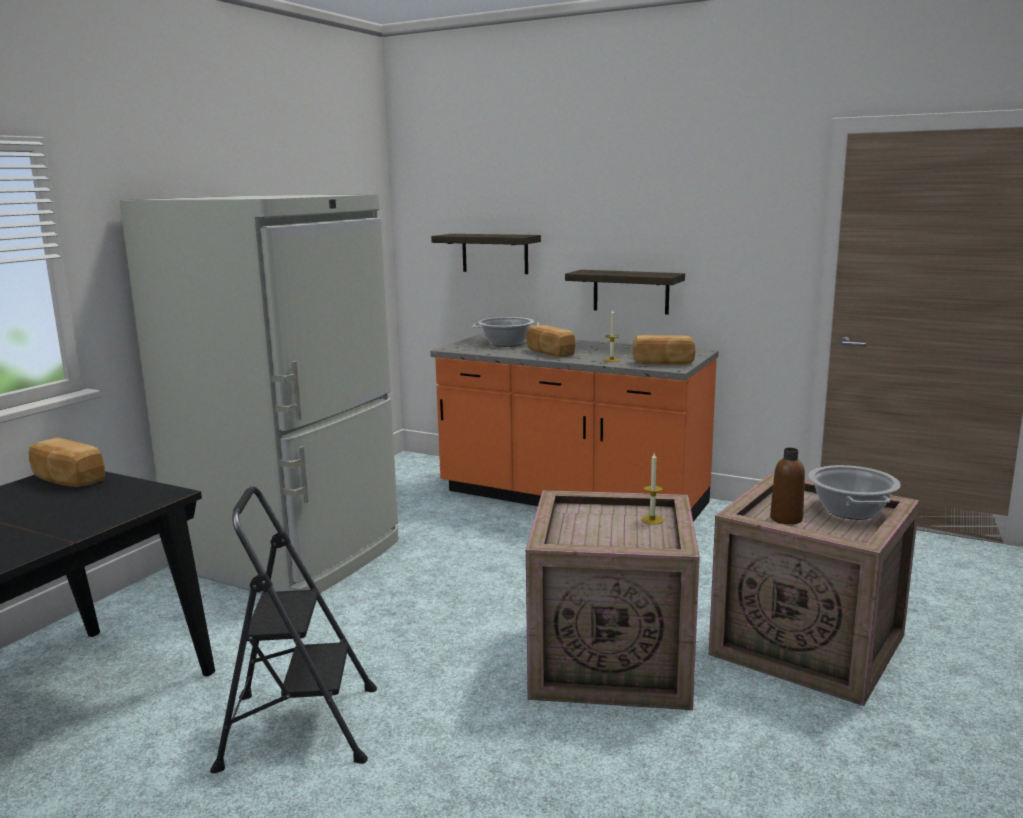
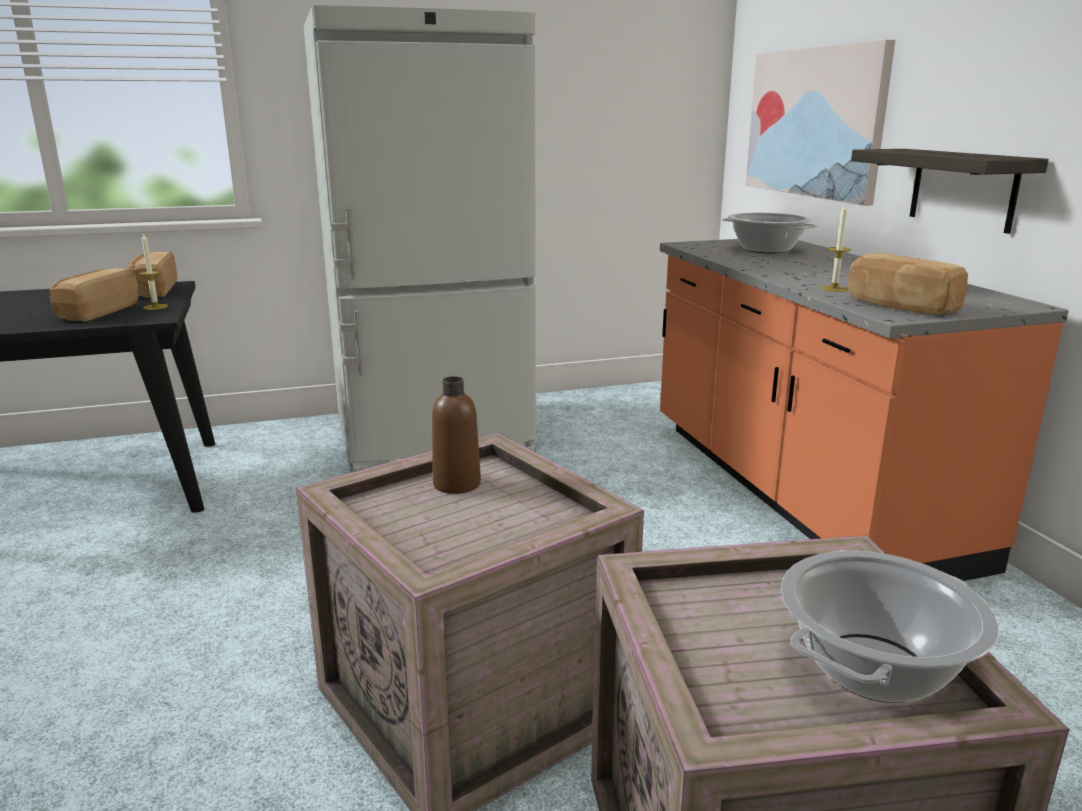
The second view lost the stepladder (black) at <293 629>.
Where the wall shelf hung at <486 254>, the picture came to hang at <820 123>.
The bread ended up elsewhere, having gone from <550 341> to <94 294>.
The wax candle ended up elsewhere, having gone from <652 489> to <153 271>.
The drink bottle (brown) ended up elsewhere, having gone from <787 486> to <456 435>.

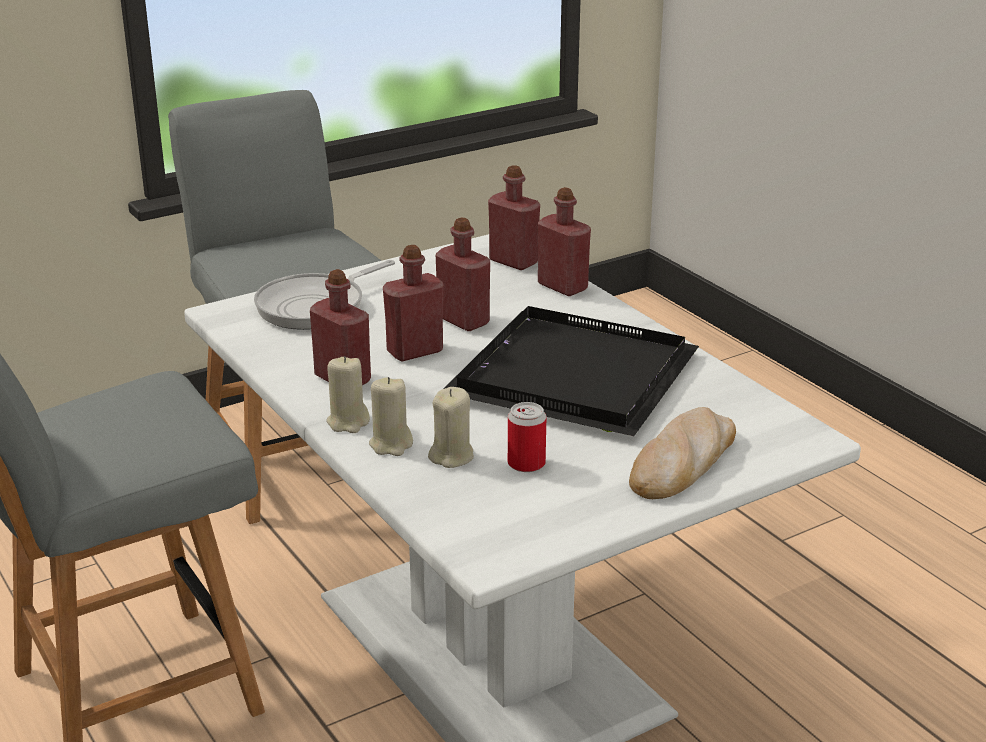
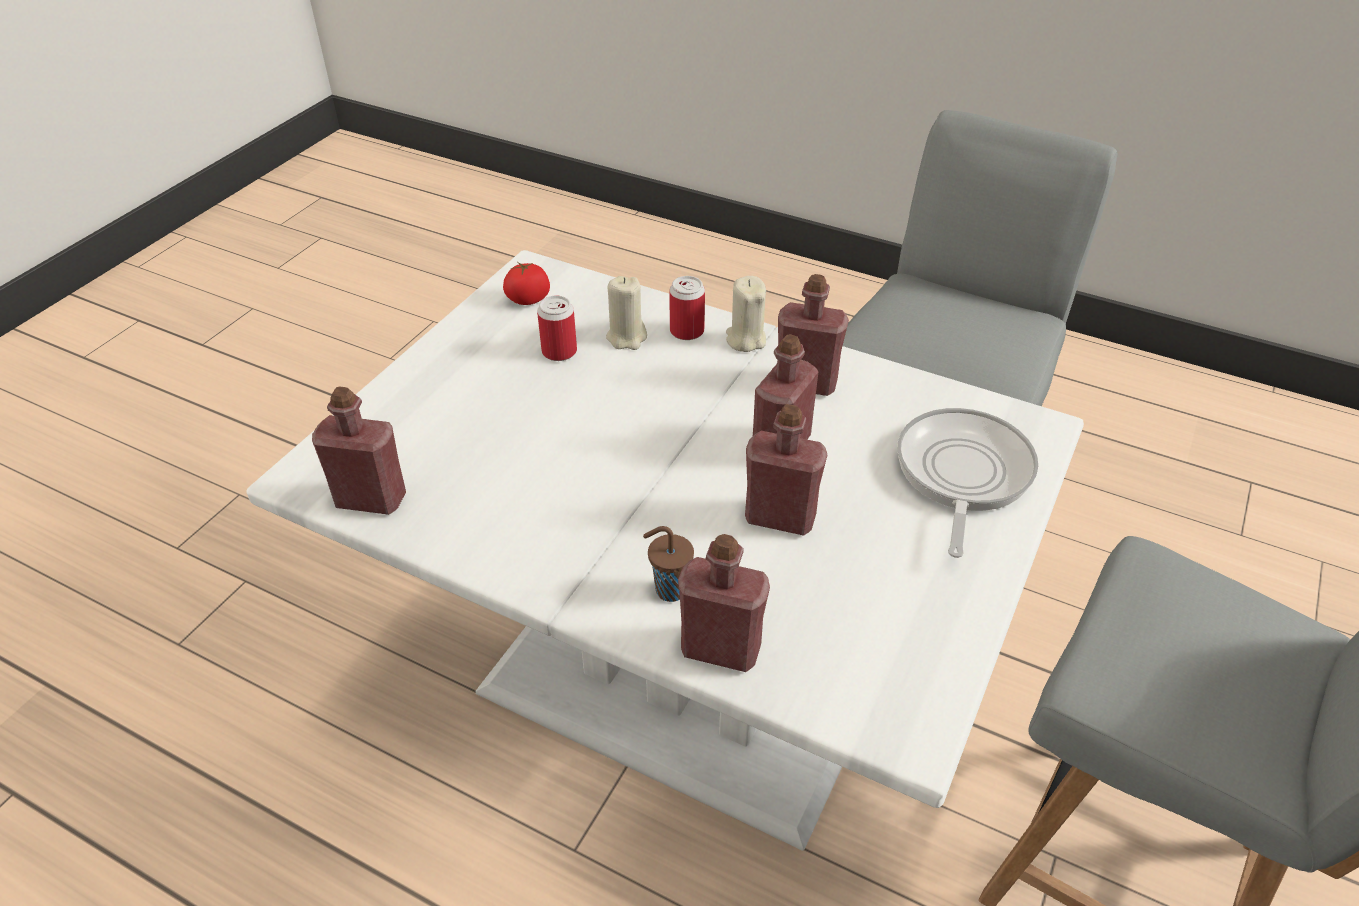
Where the wax candle (beige-coloured) stood at <391 416>, the can came to stand at <687 308>.
The second view lost the carrying tray (black) at <571 371>.
The drink bottle (red) ended up elsewhere, having gone from <514 217> to <359 450>.
The second view lost the bread at <682 453>.
The second view gained the tomato at <526 283>.
The second view gained the cup (brown) at <668 564>.

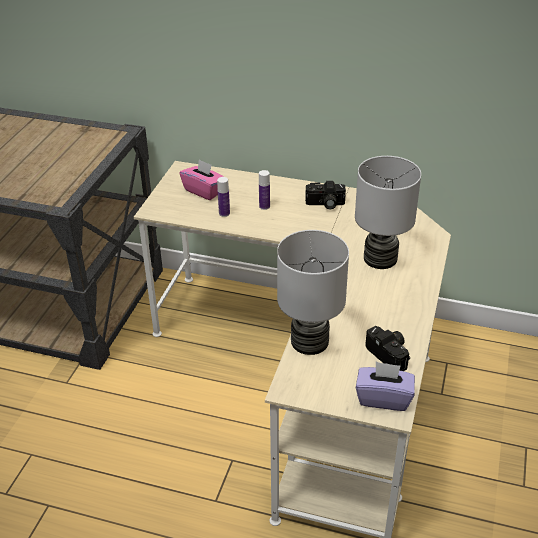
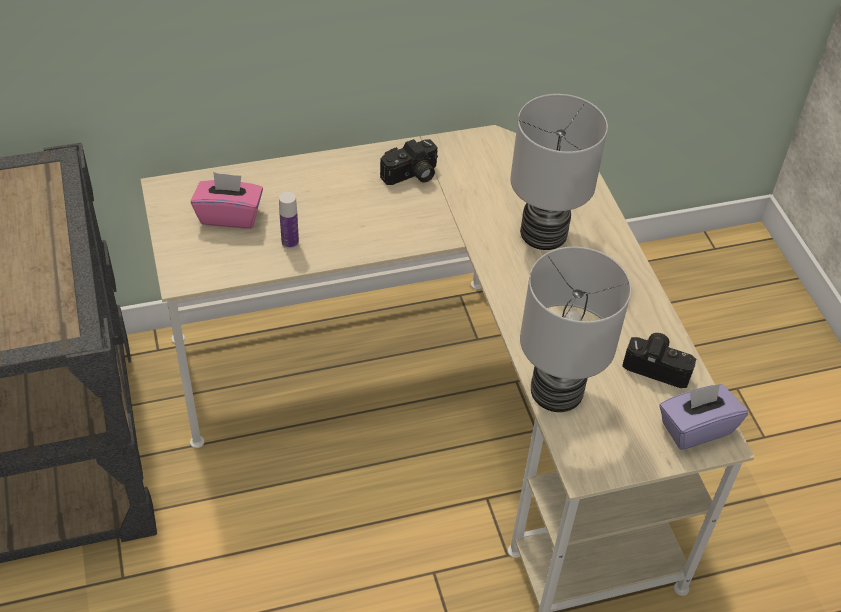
The second view lost the drink bottle at <264 190>.

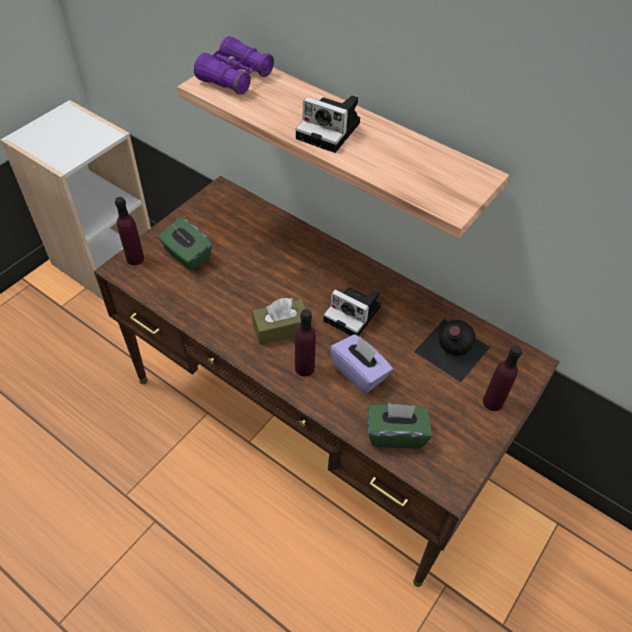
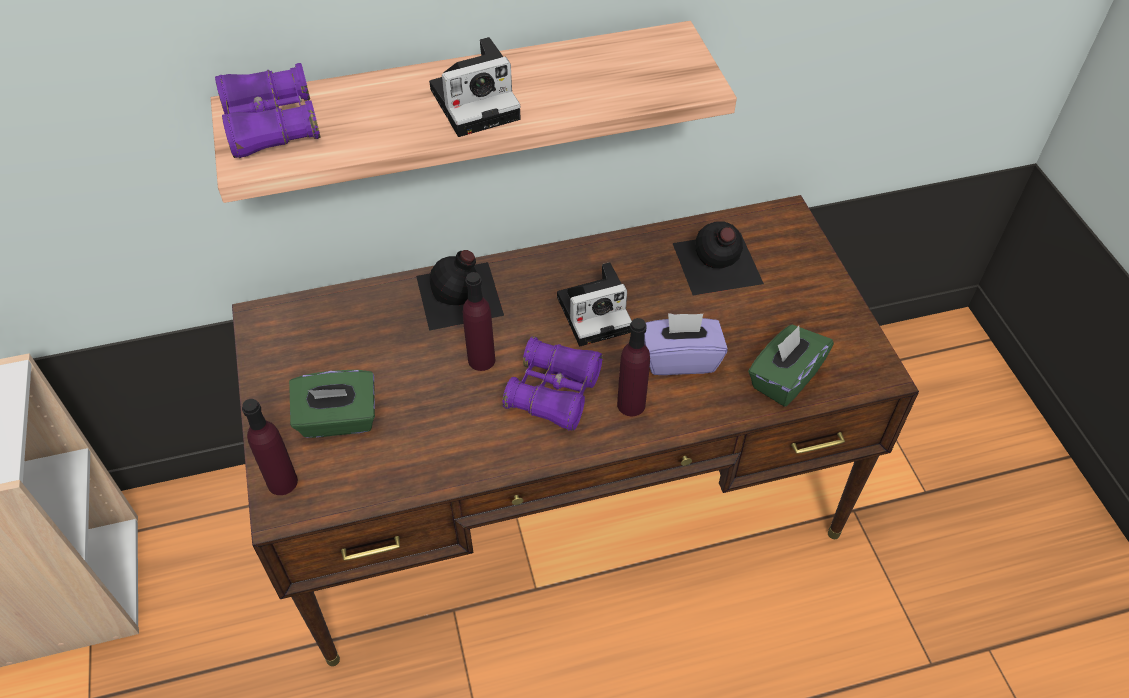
Where the tissue holder (brown) stood at <279 321>, the pair of binoculars (purple) came to stand at <552 383>.
The drink bottle (purple) ended up elsewhere, having gone from <502 378> to <479 321>.
The second view gained the drink bottle (black) at <460 290>.

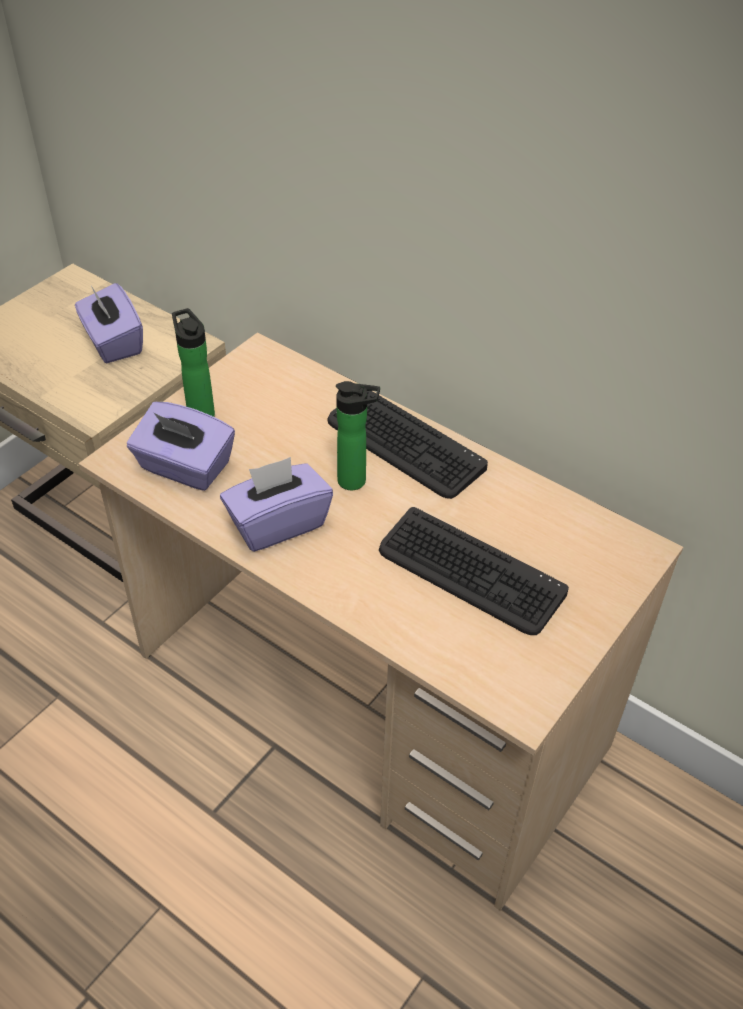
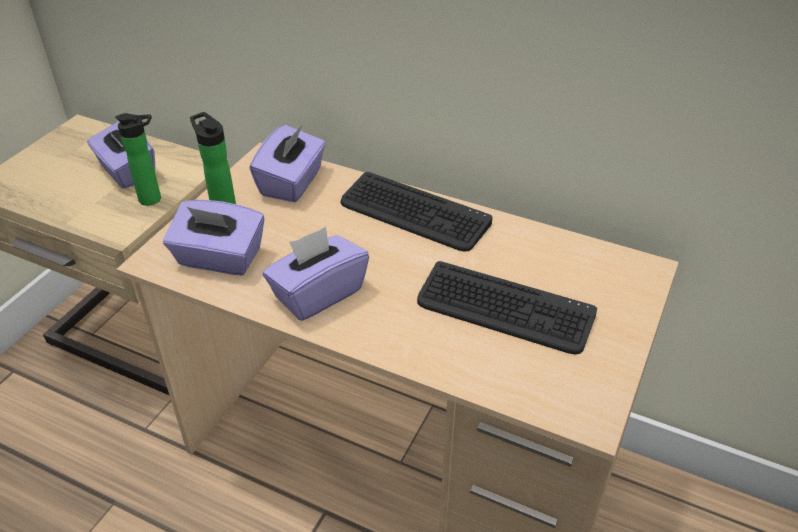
The drink bottle ended up elsewhere, having gone from <358 435> to <138 159>.
The second view gained the tissue holder (purple) at <287 163>.

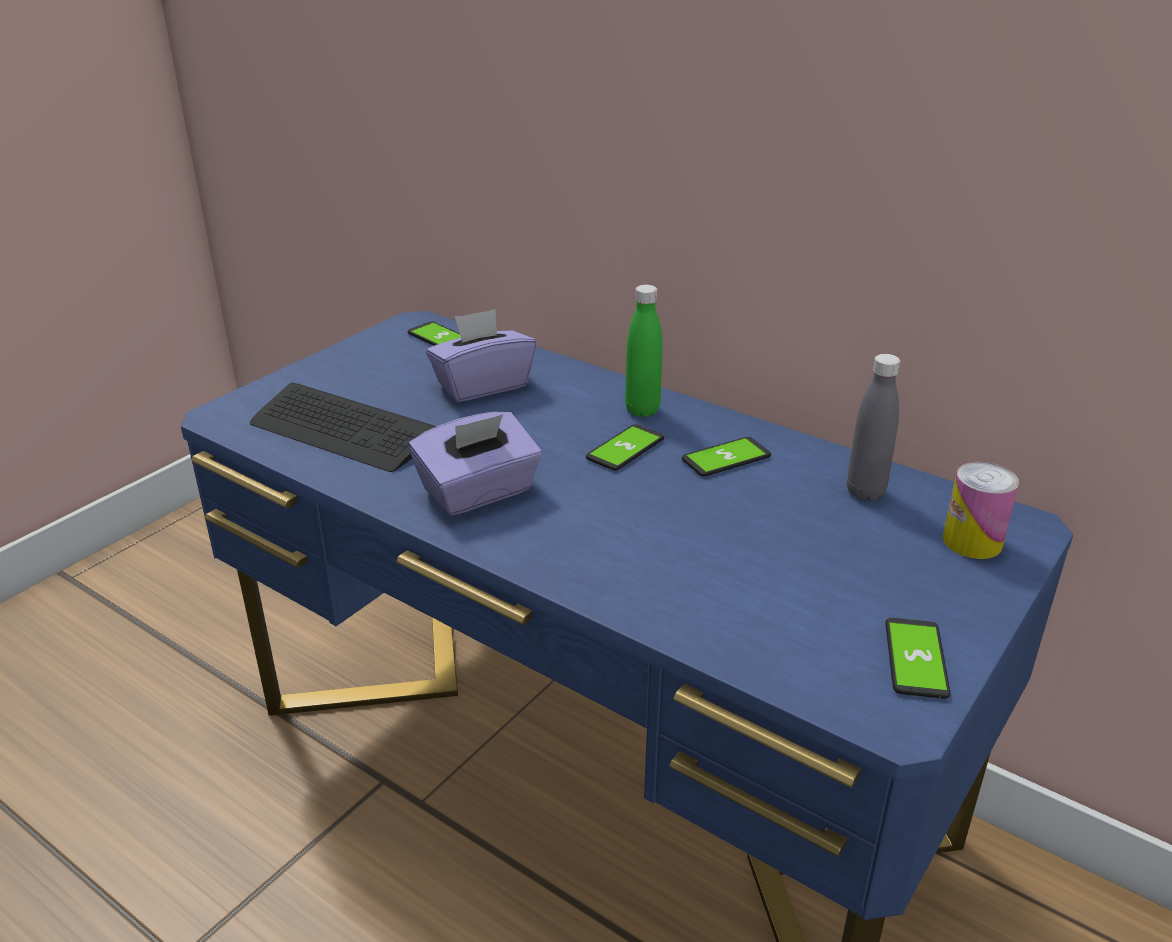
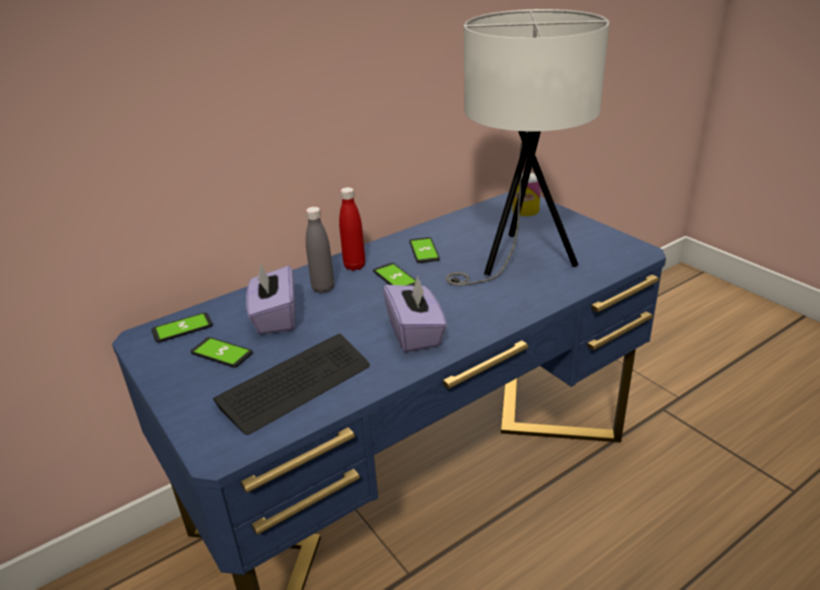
What was the drink bottle (green-coloured) at <643 351> turned into the drink bottle (red) at <352 229>.
The drink bottle (greyish) ended up elsewhere, having gone from <873 427> to <320 250>.
The telephone ended up elsewhere, having gone from <918 658> to <222 352>.
The second view gained the lamp for a table (white) at <527 147>.

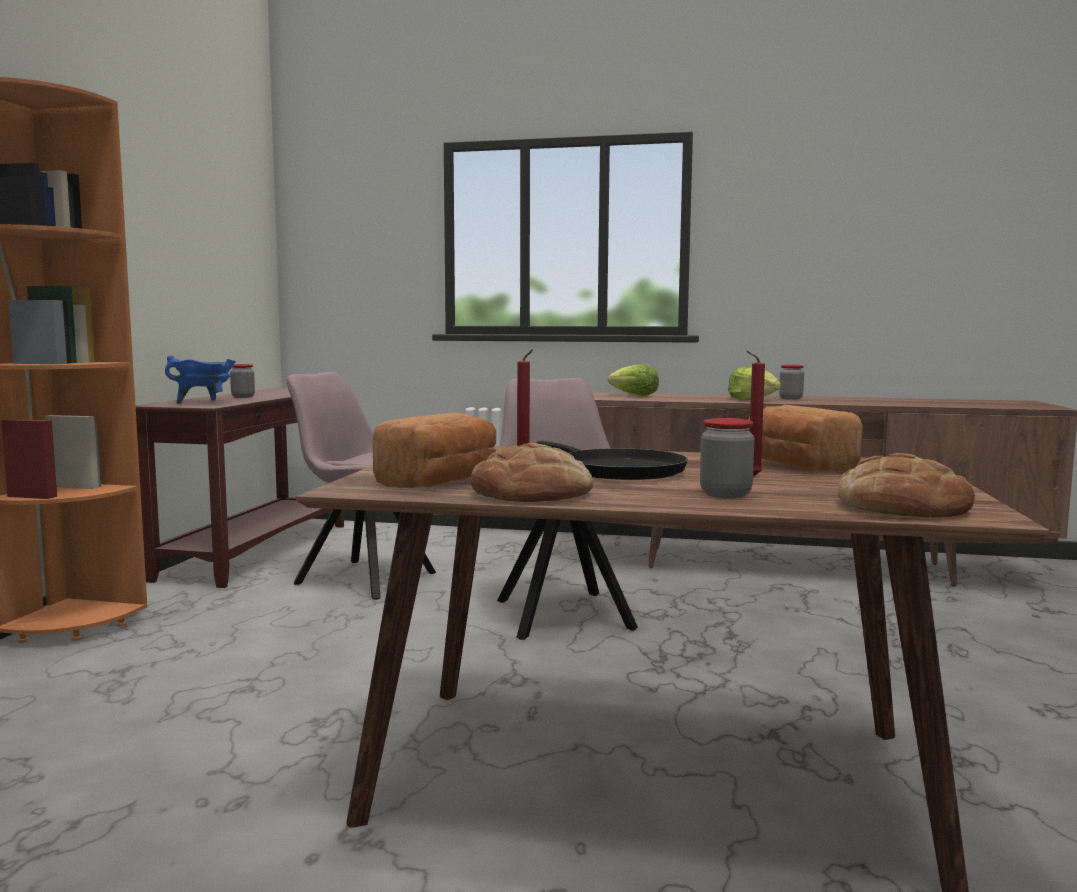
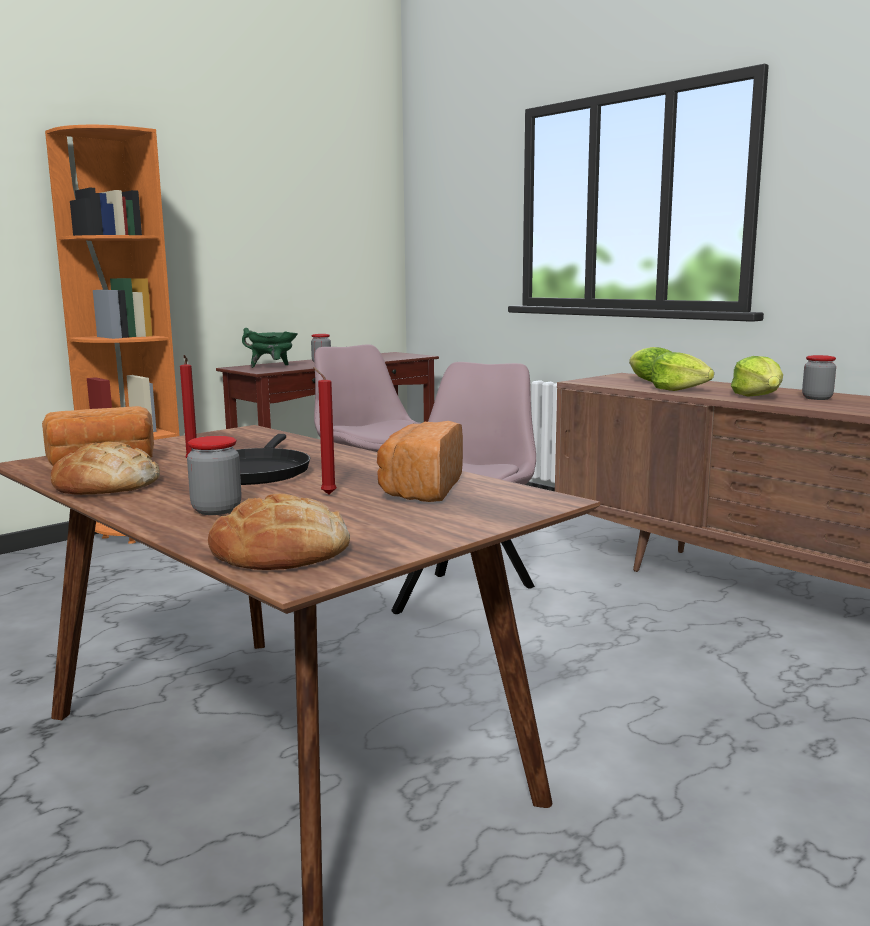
What was the stockpot (blue-coloured) at <200 379> turned into the stockpot (green-coloured) at <270 348>.
The second view gained the lettuce head at <682 371>.

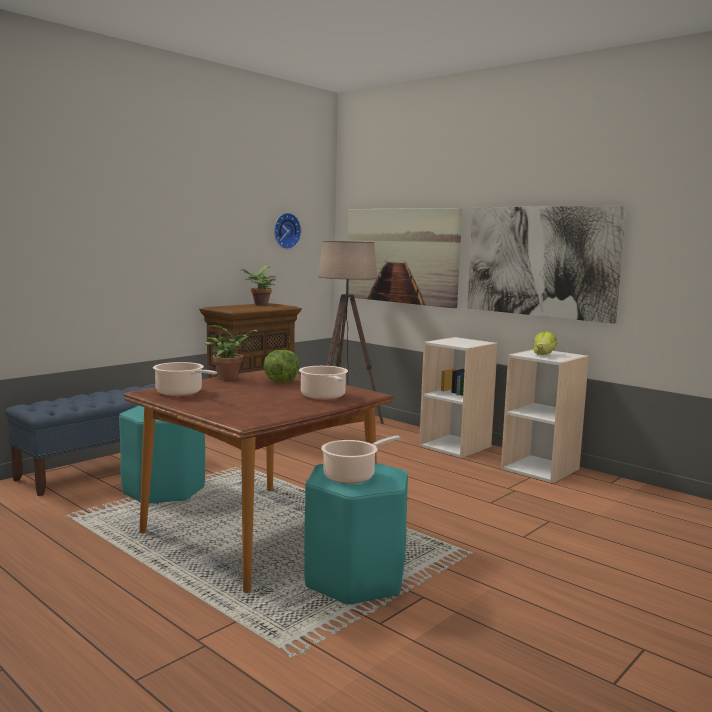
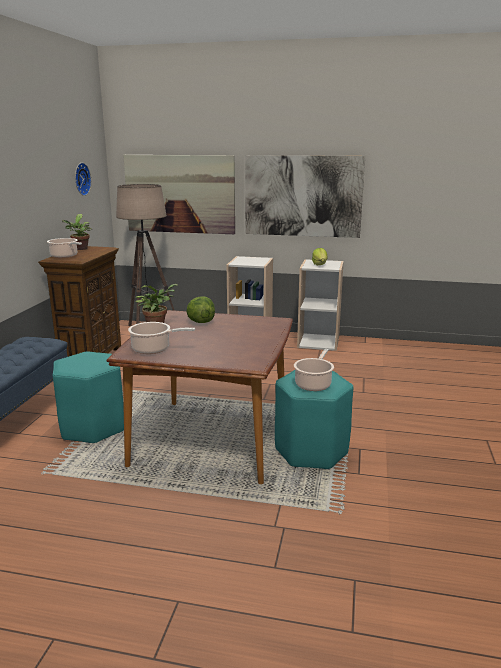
The stockpot ended up elsewhere, having gone from <323 383> to <64 248>.

